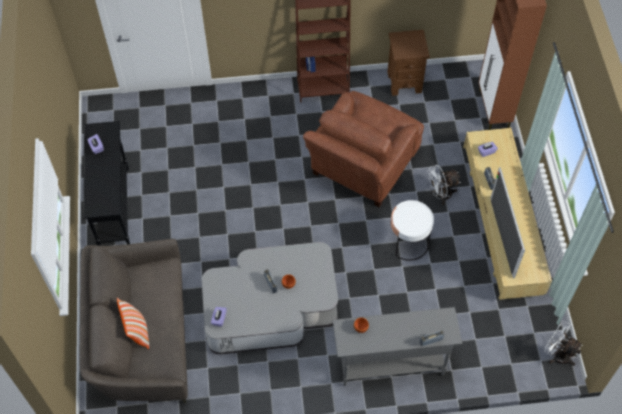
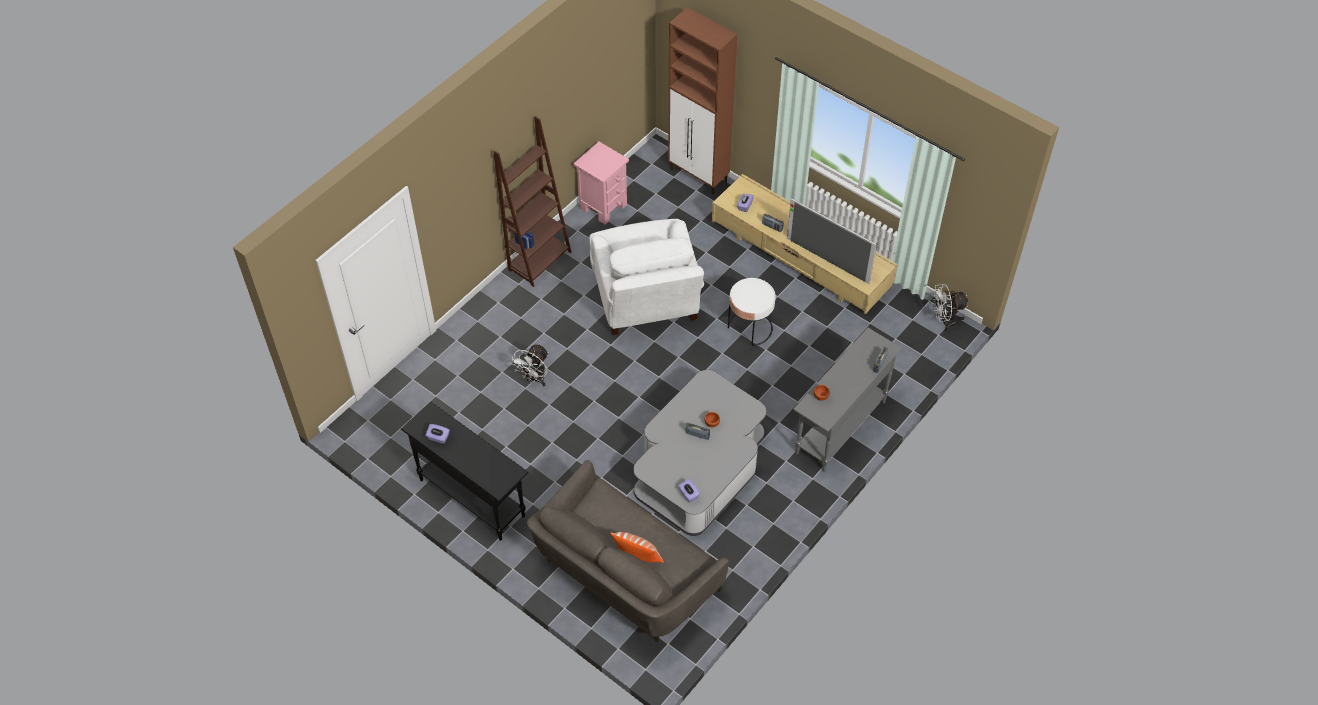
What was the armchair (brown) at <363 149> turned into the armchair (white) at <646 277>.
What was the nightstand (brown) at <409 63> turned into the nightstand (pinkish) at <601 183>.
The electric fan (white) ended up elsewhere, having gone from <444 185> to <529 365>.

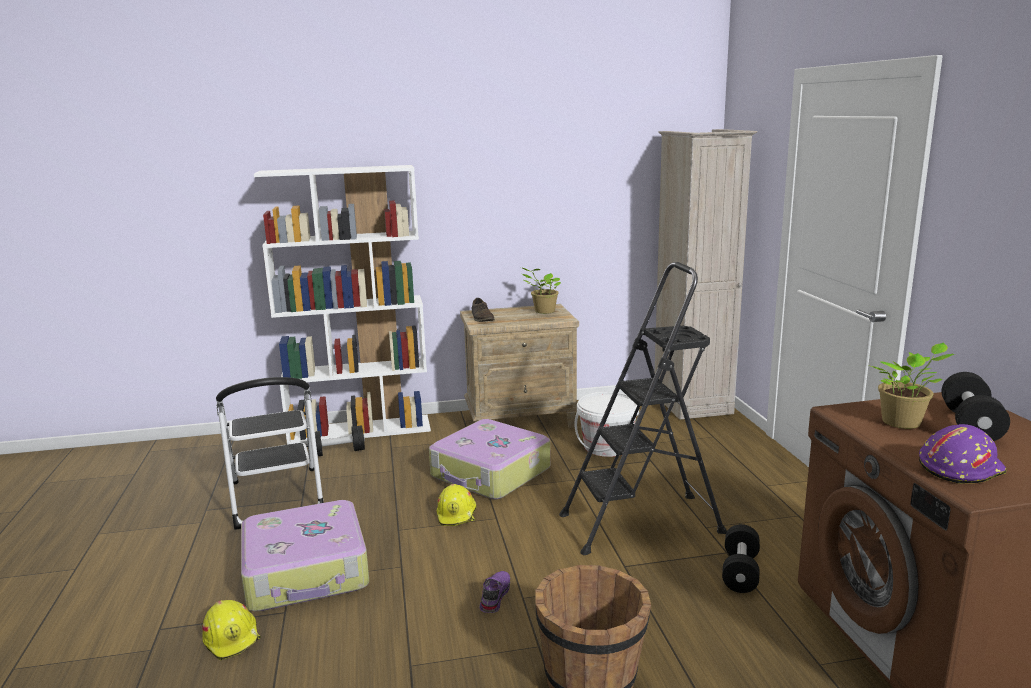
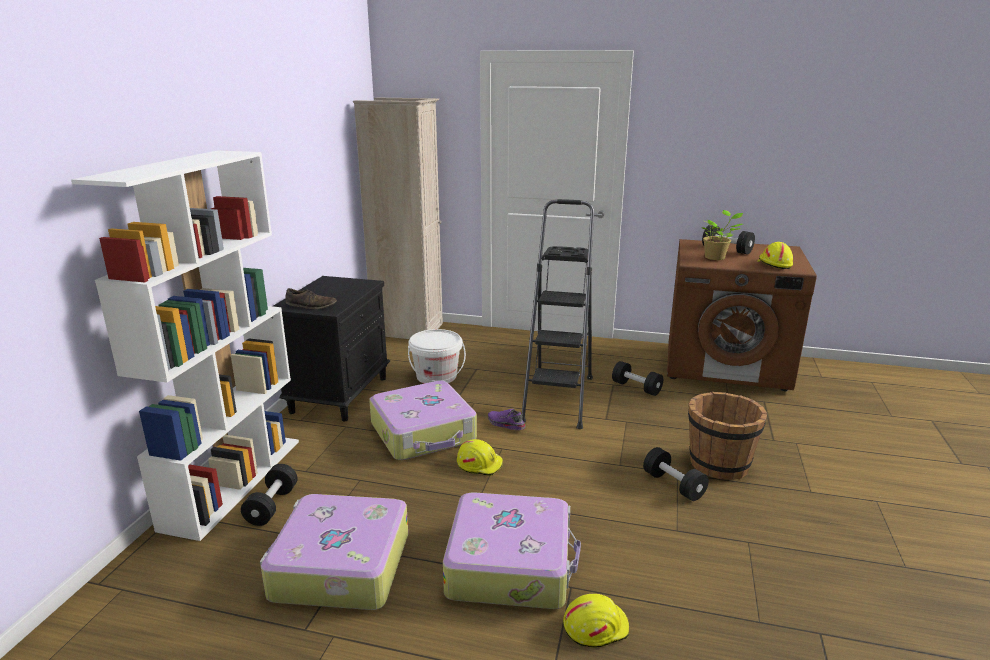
Where the stepladder stood at <270 453>, the travel case came to stand at <334 552>.
What was the nightstand (beige-coloured) at <519 366> turned into the nightstand (black) at <331 349>.
The item of footwear (purple) ended up elsewhere, having gone from <494 592> to <507 419>.
The second view lost the houseplant at <541 290>.
What was the hard hat (purple) at <963 454> turned into the hard hat (yellow-coloured) at <775 255>.
The second view gained the hand weight (black) at <676 474>.

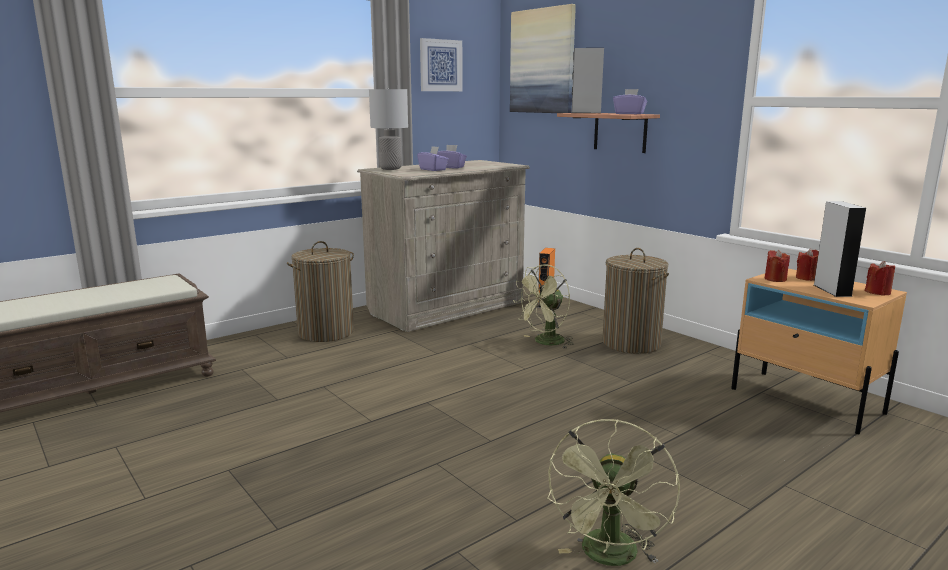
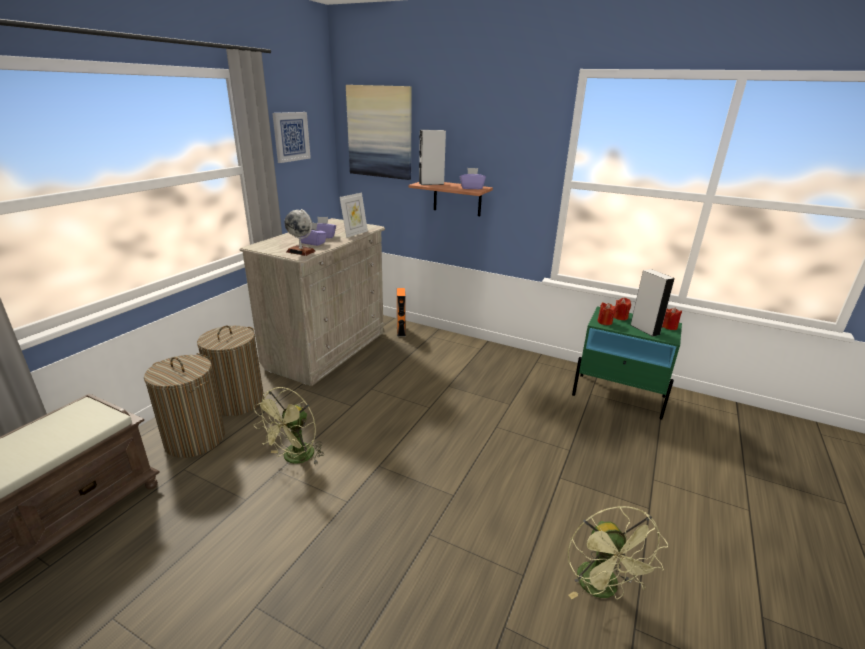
The second view lost the lamp for a table (greyish) at <388 129>.
The electric fan (green-coloured) ended up elsewhere, having gone from <543 306> to <288 426>.
The hamper ended up elsewhere, having gone from <635 301> to <184 406>.
What was the nightstand (beige-coloured) at <819 351> turned into the nightstand (green-coloured) at <627 363>.
The second view gained the globe at <300 232>.
The second view gained the standing frame at <353 215>.

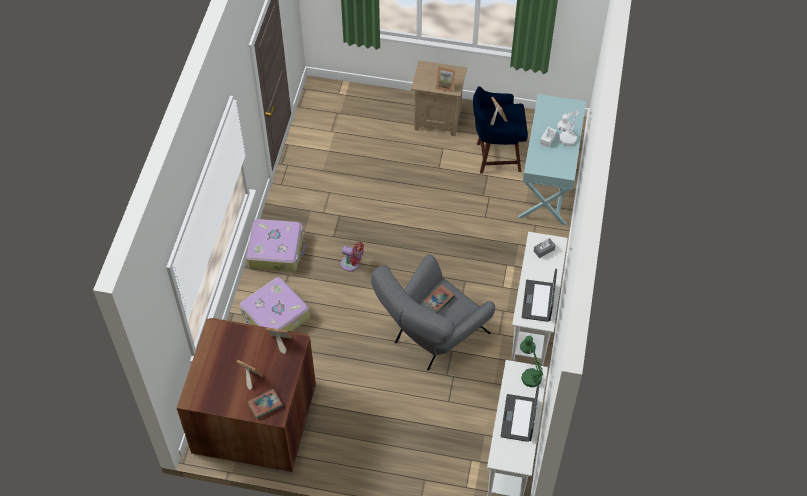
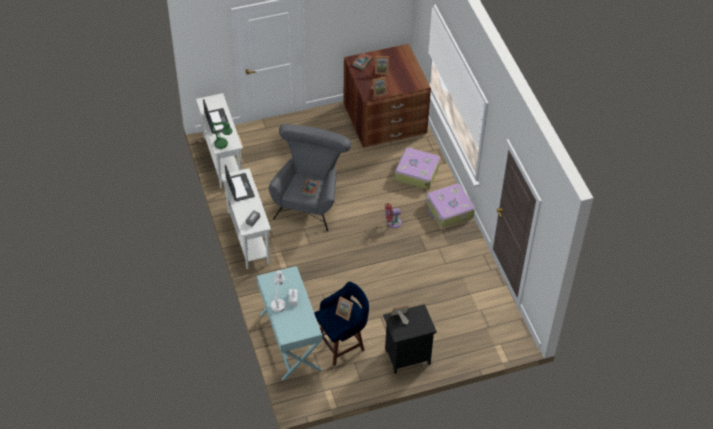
What was the nightstand (beige-coloured) at <439 98> turned into the nightstand (black) at <410 339>.

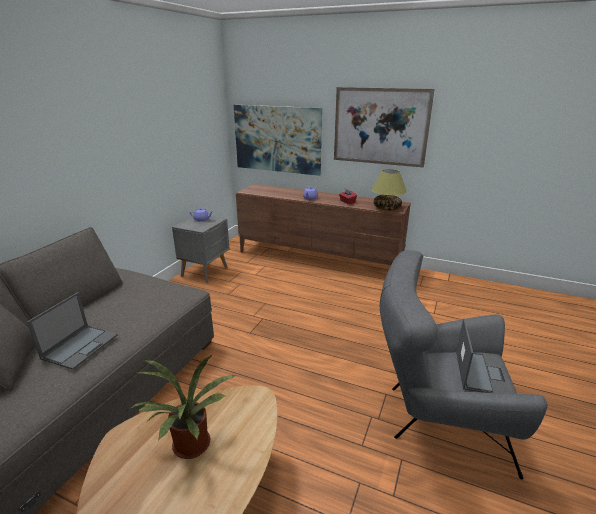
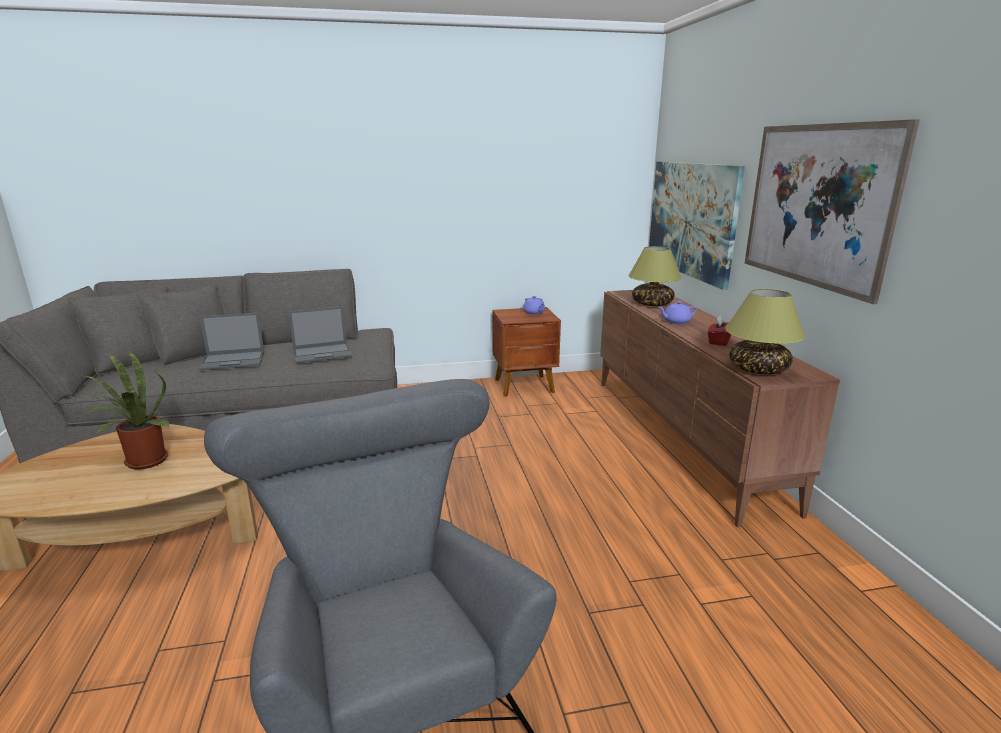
What was the nightstand (greyish) at <201 249> turned into the nightstand (brown) at <526 352>.
The notebook computer ended up elsewhere, having gone from <483 356> to <320 334>.
The second view gained the lamp for a table at <655 276>.

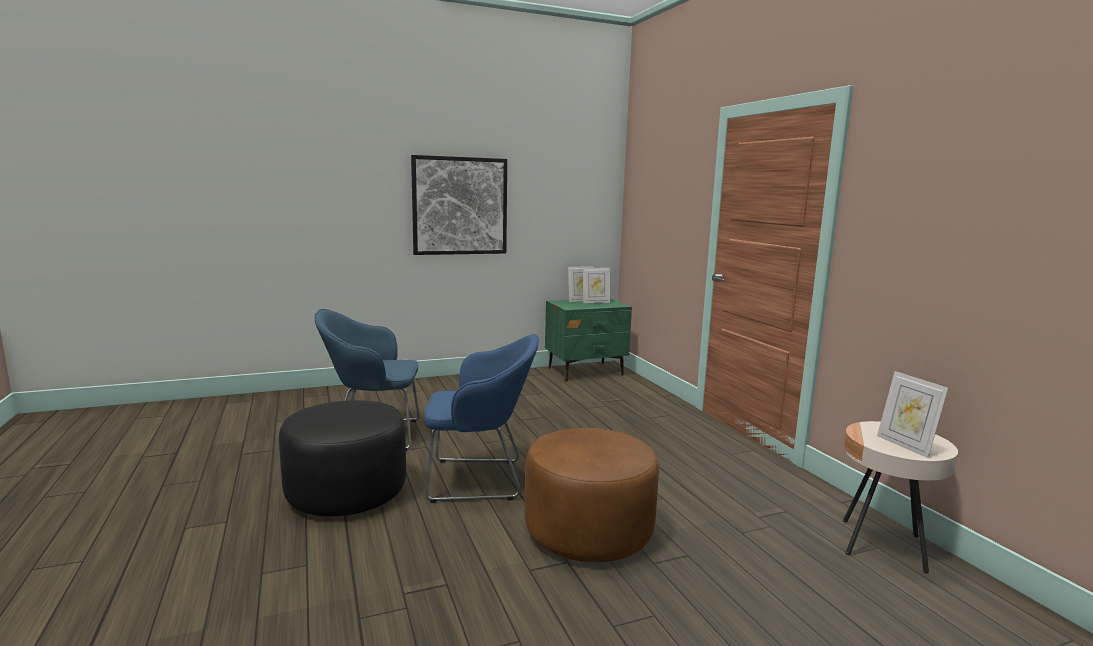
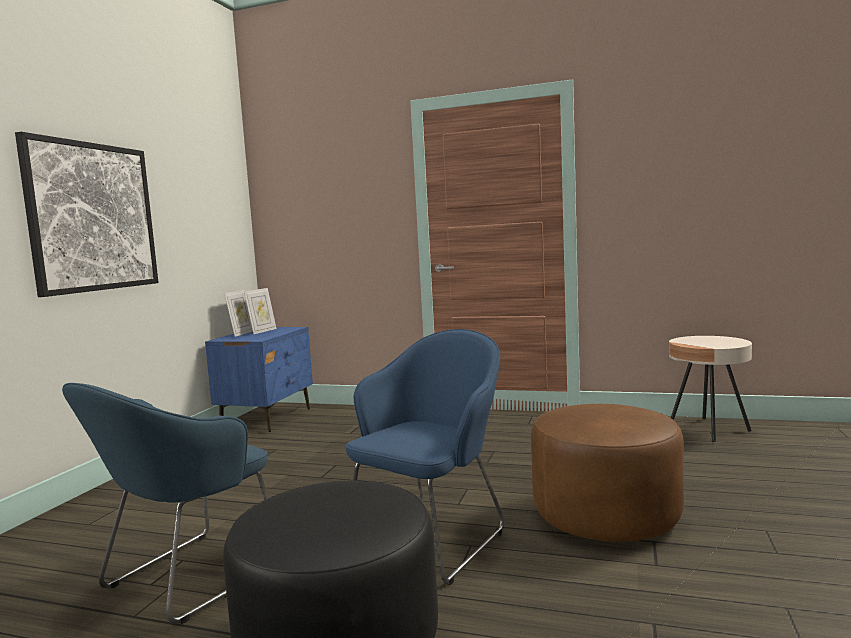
What was the nightstand (green-coloured) at <588 340> turned into the nightstand (blue-coloured) at <259 379>.
The second view lost the standing frame at <912 414>.

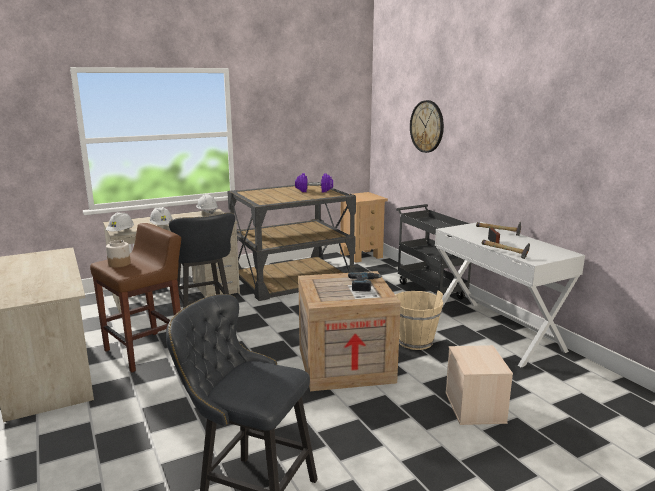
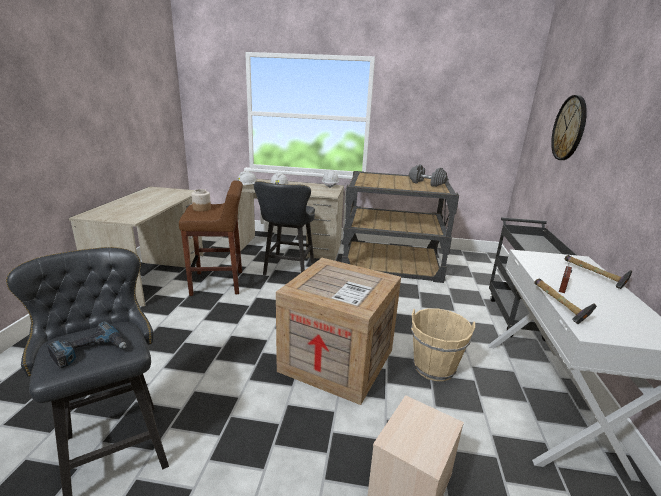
What was the hand weight (purple) at <314 182> turned into the hand weight (greyish) at <428 175>.
The second view lost the nightstand (beige-coloured) at <364 227>.
The power drill ended up elsewhere, having gone from <365 281> to <87 345>.

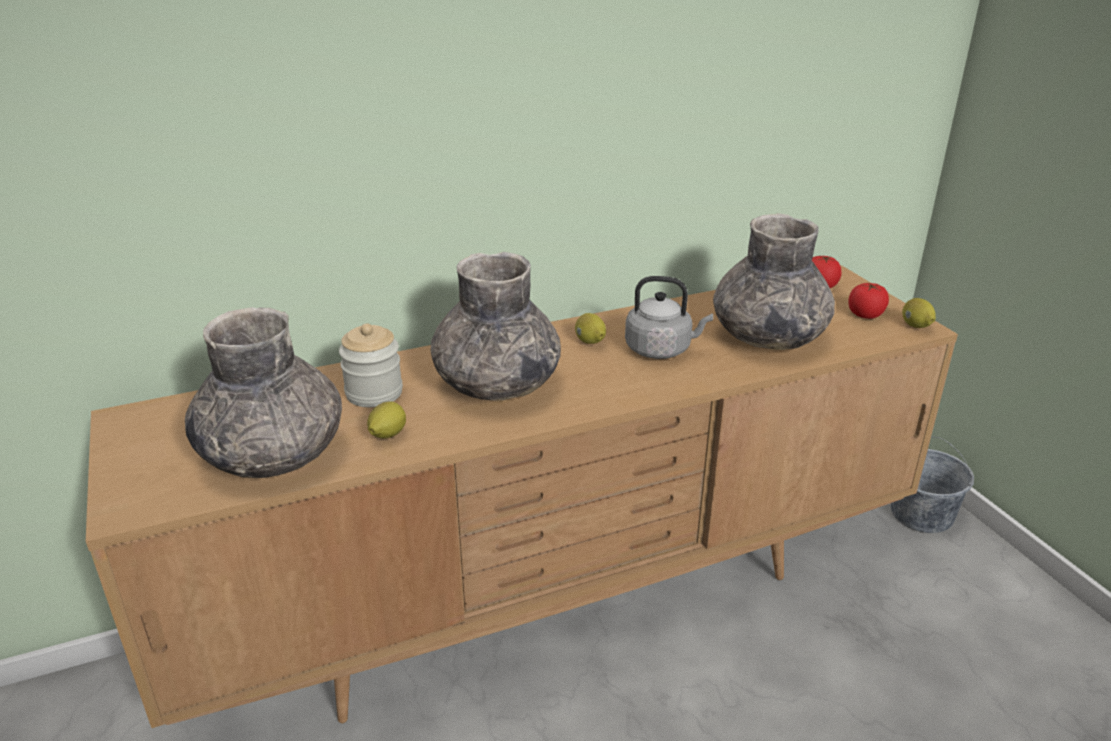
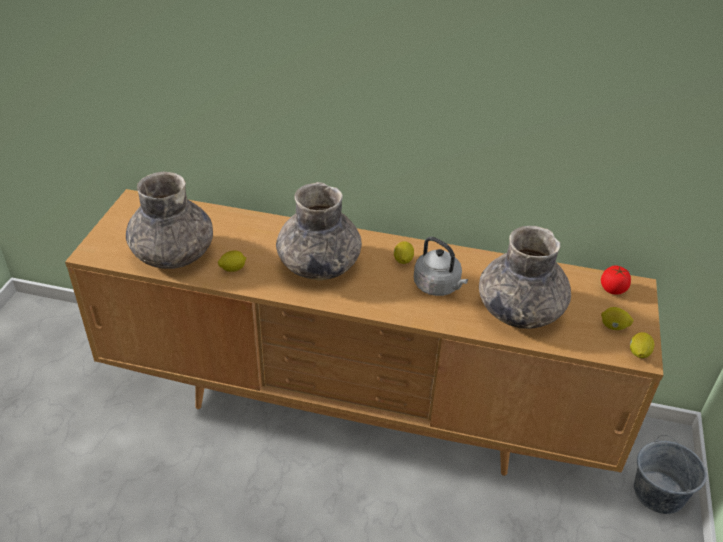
The second view lost the preserve jar at <371 365>.
Where the tomato stood at <868 301>, the lemon came to stand at <617 318>.

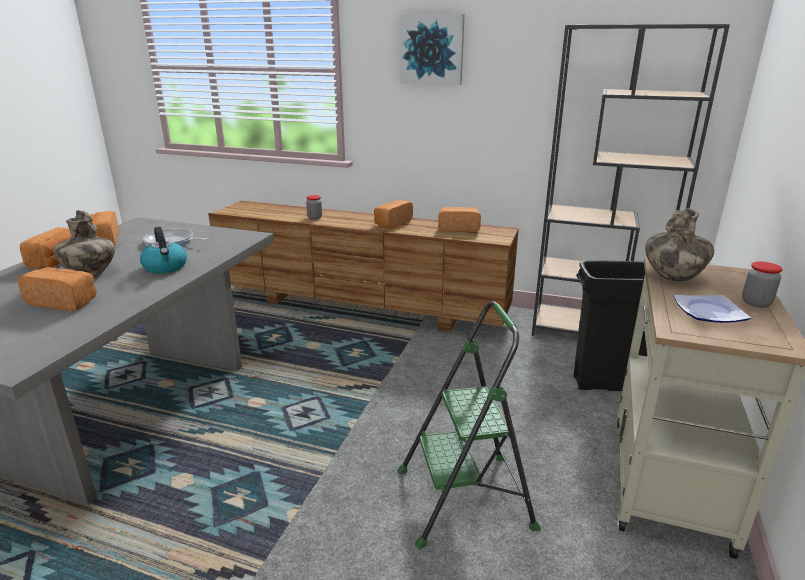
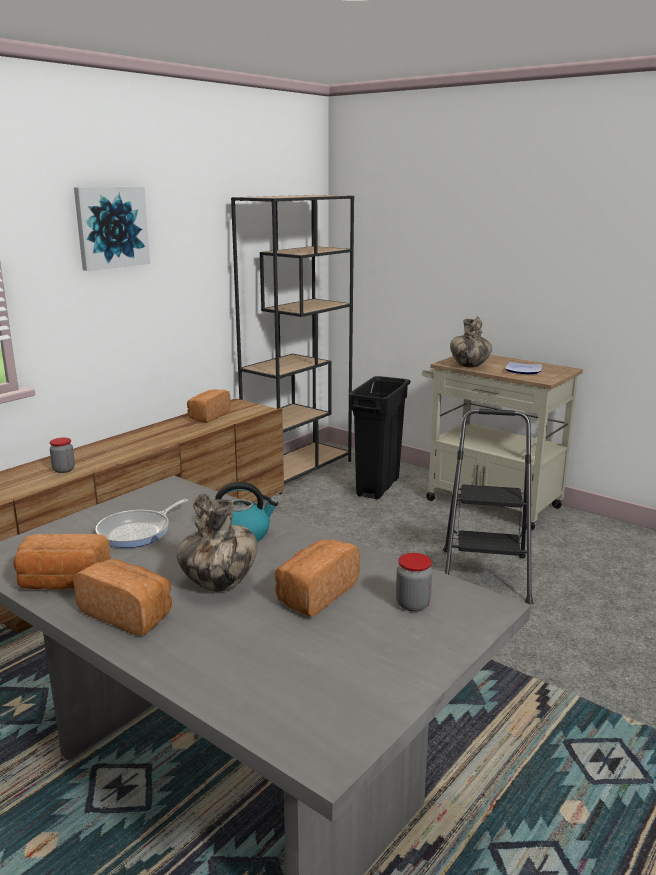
The second view lost the bread at <393 214>.
What was the stepladder (green-coloured) at <469 425> turned into the stepladder (black) at <488 507>.
The preserve jar ended up elsewhere, having gone from <762 284> to <414 582>.

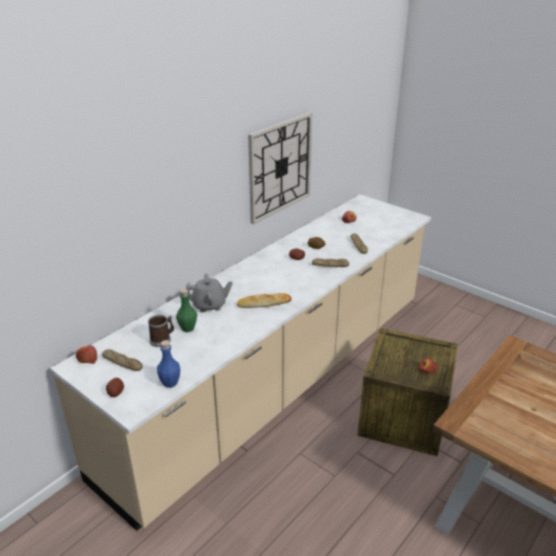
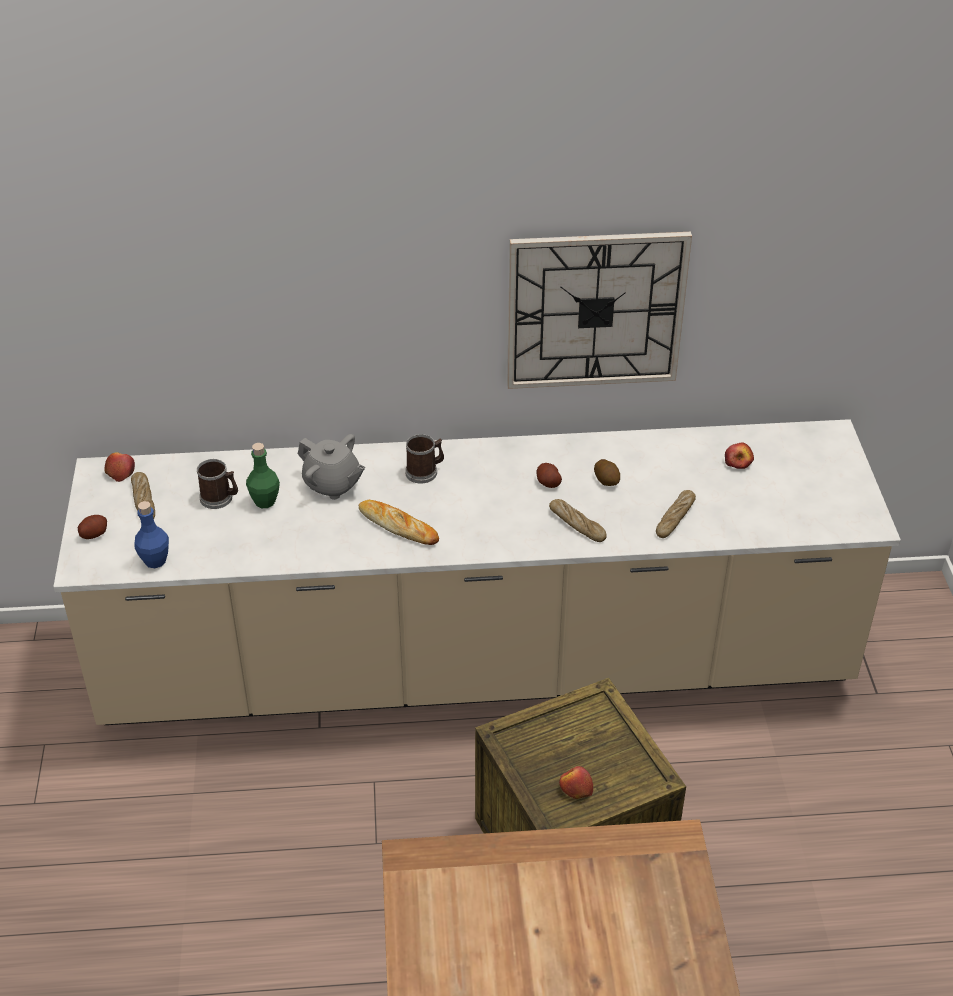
The second view gained the mug at <424 459>.

